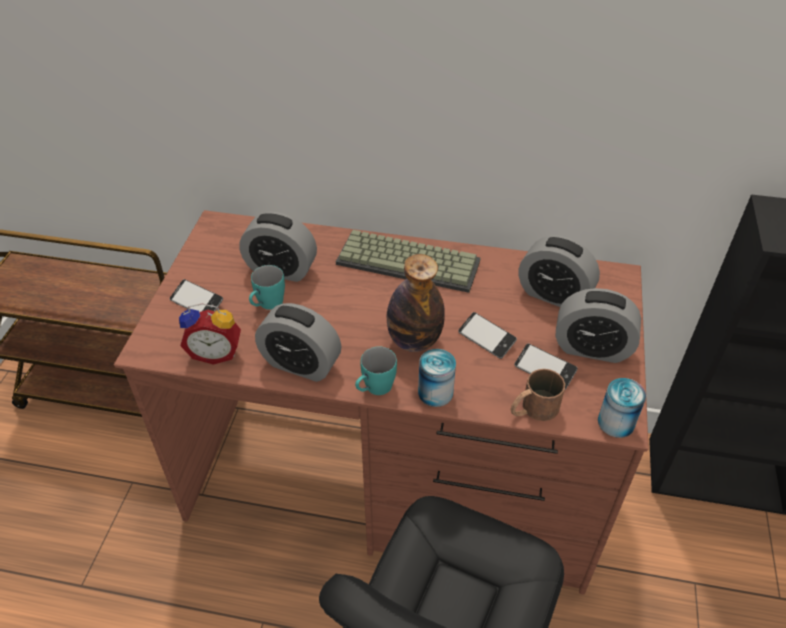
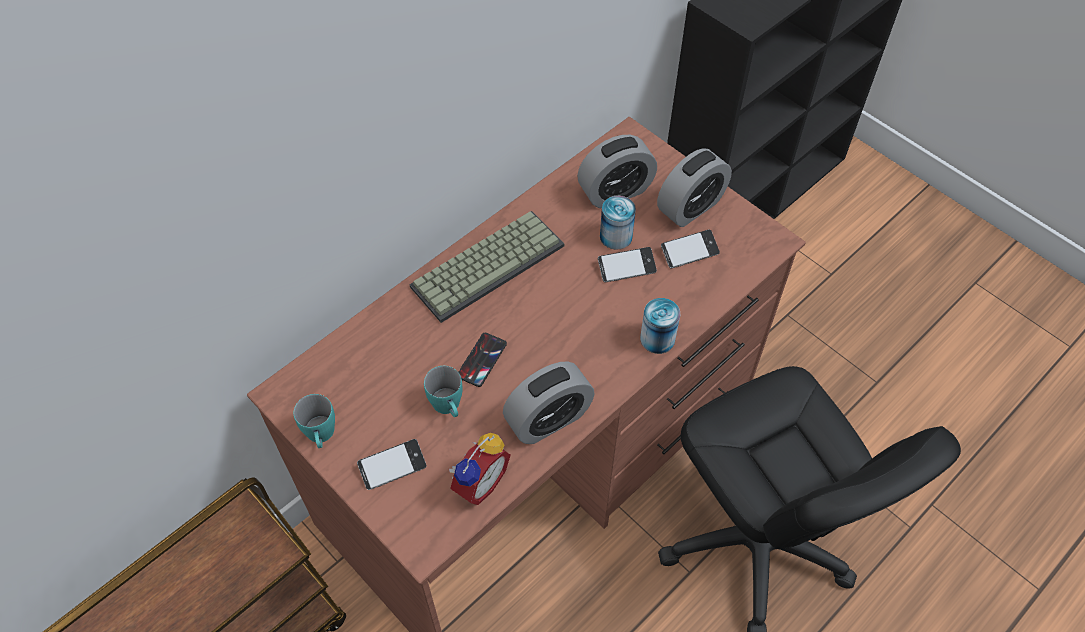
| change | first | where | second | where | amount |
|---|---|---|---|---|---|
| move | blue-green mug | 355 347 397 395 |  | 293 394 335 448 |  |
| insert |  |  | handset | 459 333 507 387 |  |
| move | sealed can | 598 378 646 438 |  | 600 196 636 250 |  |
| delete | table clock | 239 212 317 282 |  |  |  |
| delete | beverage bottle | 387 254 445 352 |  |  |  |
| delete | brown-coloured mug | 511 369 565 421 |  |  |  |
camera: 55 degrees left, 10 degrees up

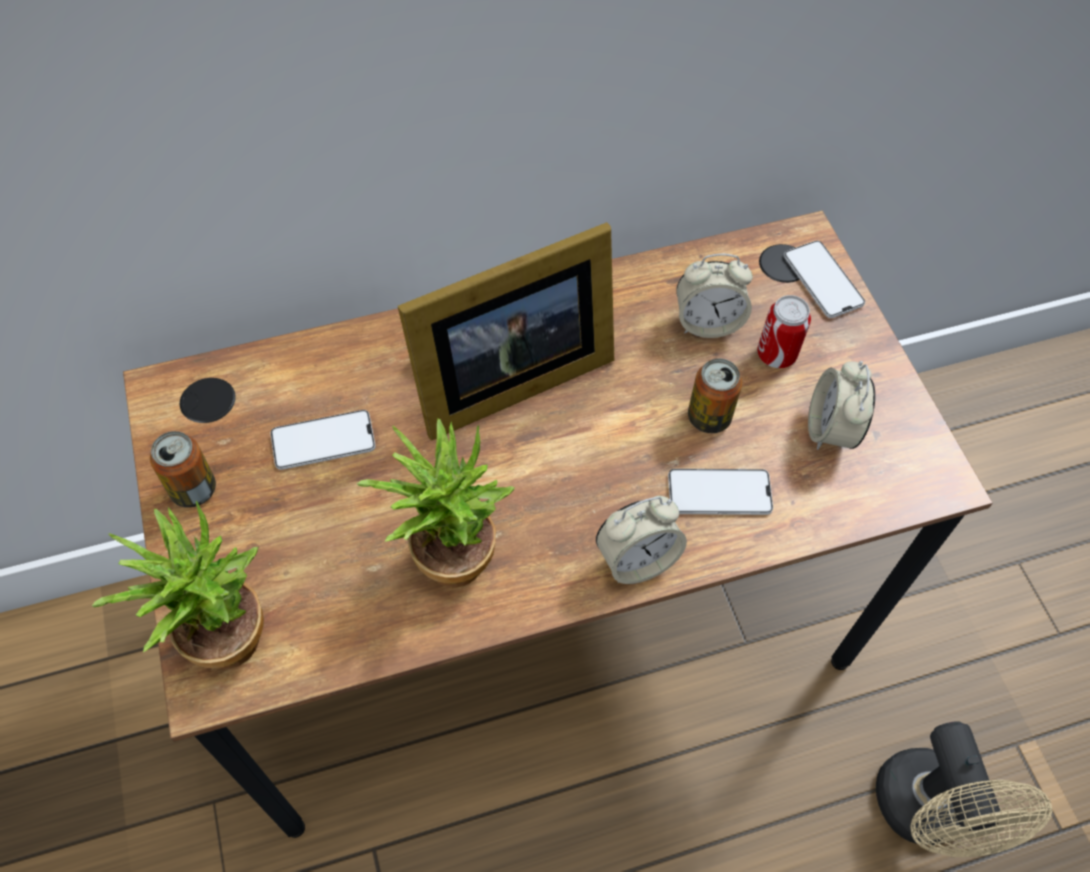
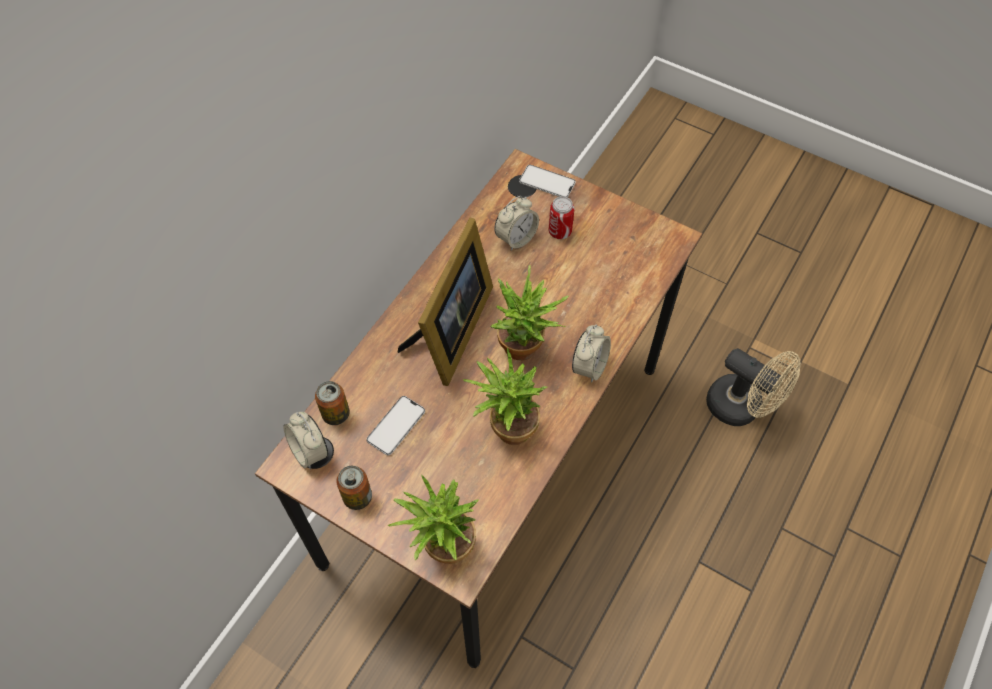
| change | first | where | second | where | amount |
|---|---|---|---|---|---|
| move | table clock | 808 361 875 450 |  | 284 412 328 469 |  |
| move | sealed can | 688 358 742 433 |  | 315 381 350 425 |  |
| insert |  |  | houseplant | 491 265 569 360 |  |
| delete | handset | 668 469 773 515 |  |  |  |
camera: 40 degrees left, 0 degrees up

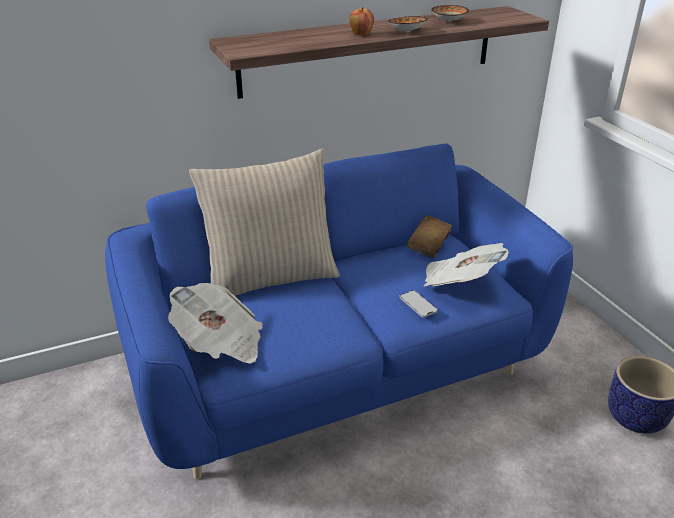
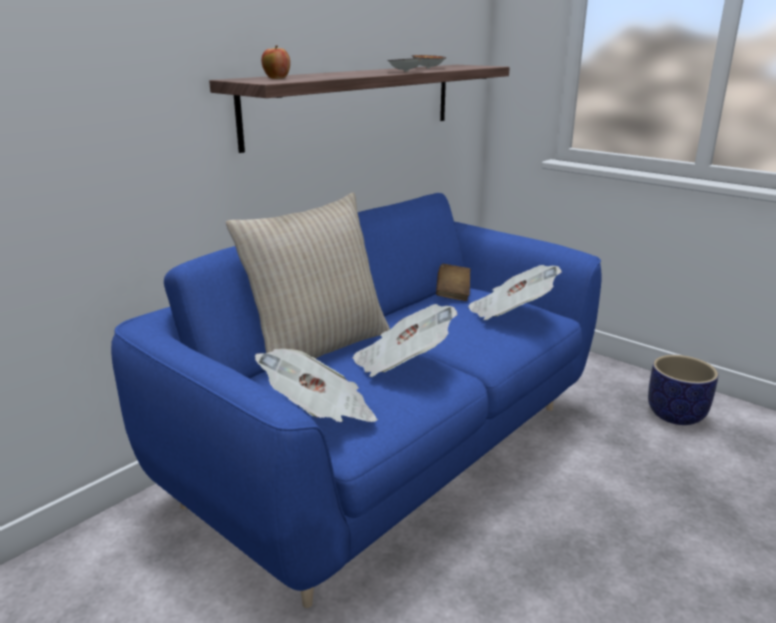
| change | first | where | second | where | amount |
|---|---|---|---|---|---|
| move | whole apple | 349 7 374 36 |  | 261 45 290 79 |  |
| insert |  |  | newspaper | 353 304 458 377 |  |
| delete | handset | 399 290 438 318 |  |  |  |
camera: 25 degrees left, 10 degrees down

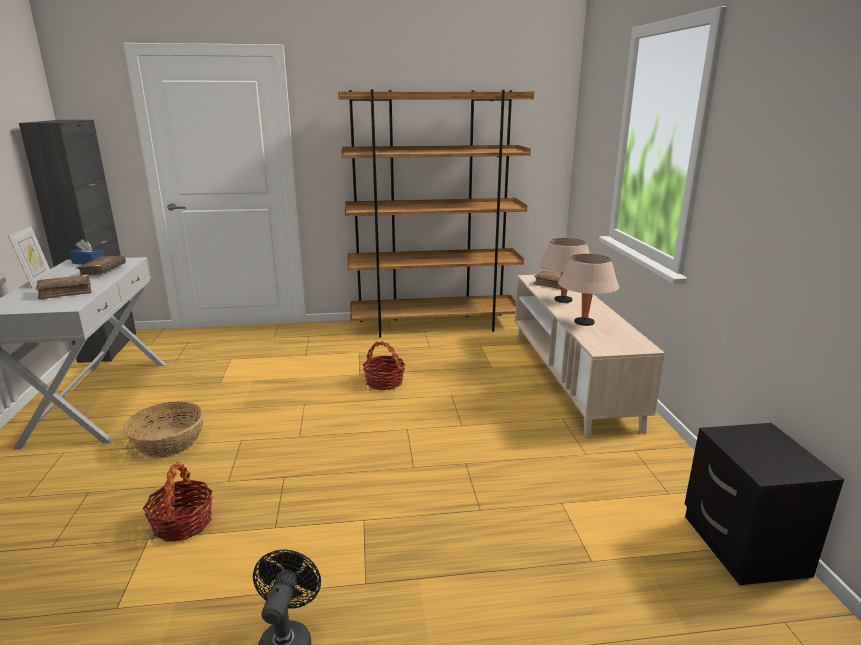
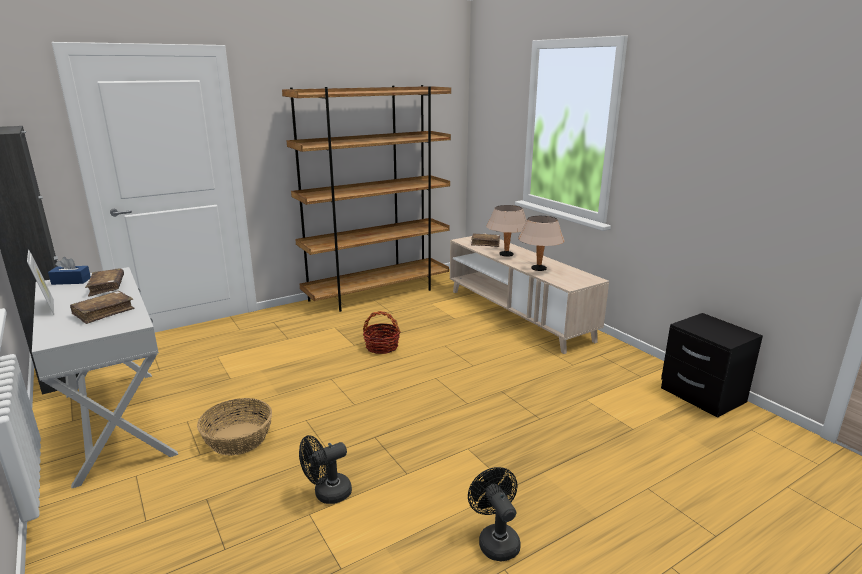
| change | first | where | second | where | amount |
|---|---|---|---|---|---|
| replace | storage basket | 143 462 213 542 | black cooling fan | 299 435 352 504 |  |
camera: 25 degrees left, 0 degrees up

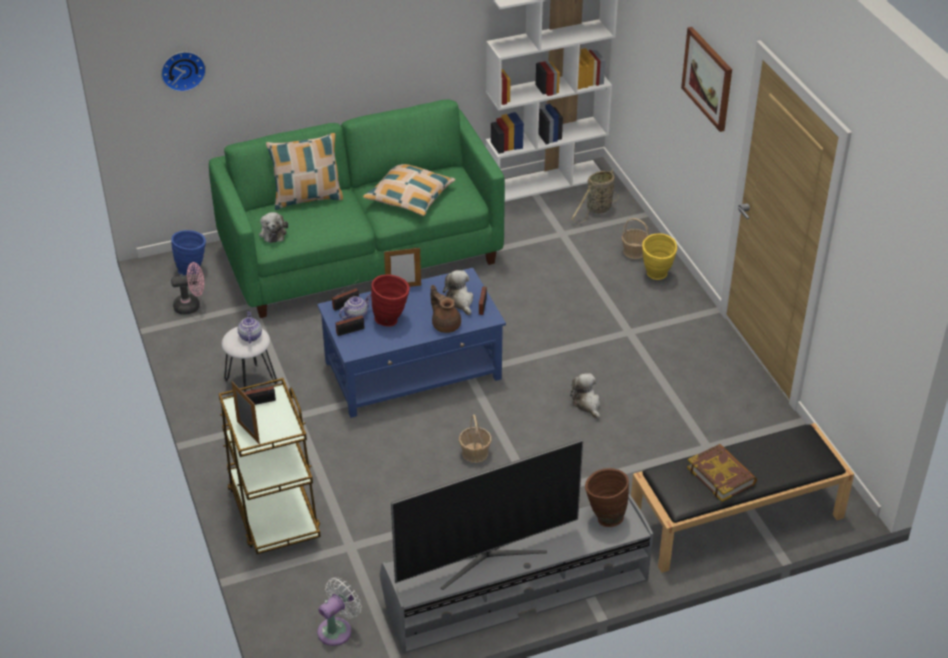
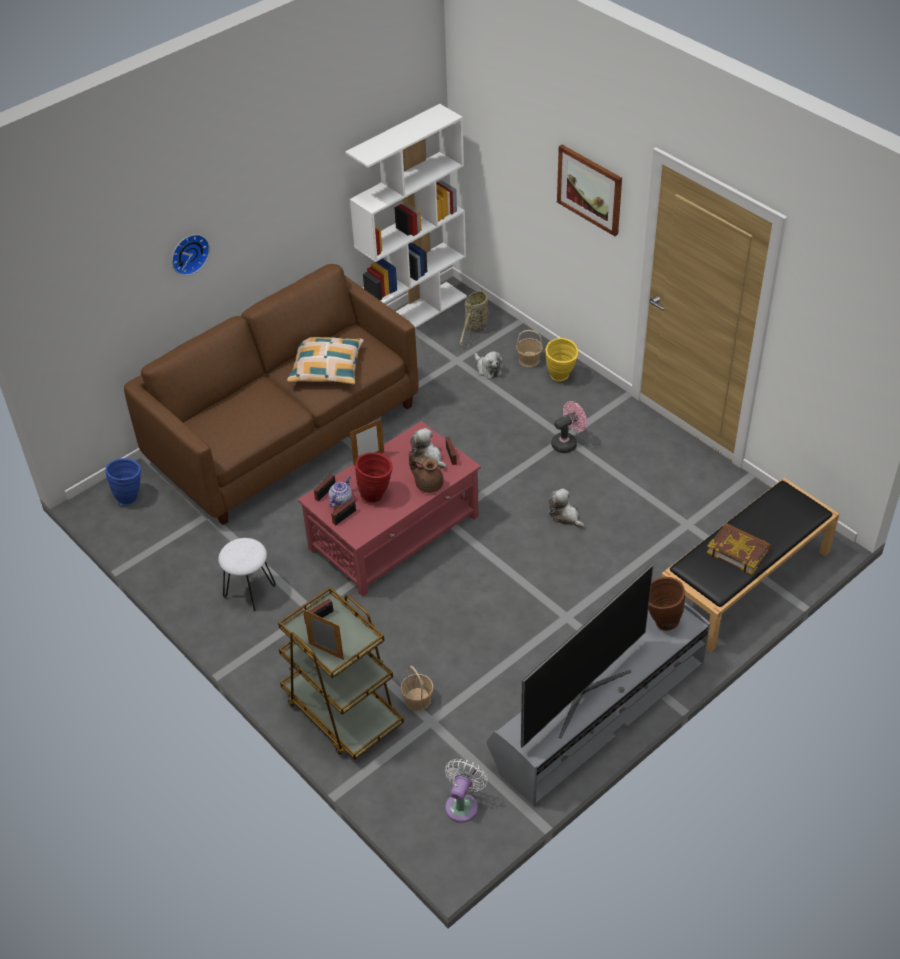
| change | first | where | second | where | amount |
|---|---|---|---|---|---|
| recolor | green sofa | 209 99 505 318 | brown-coloured sofa | 124 264 419 525 |  |
| move | clock on the wall | 161 52 206 92 |  | 172 234 210 276 |  |
| recolor | blue-coloured lounge table | 317 268 506 418 | red lounge table | 298 421 481 597 |  |
| move | storage basket | 459 414 492 463 |  | 400 665 434 711 |  |
| move | plush toy | 259 212 288 243 |  | 475 351 503 379 |  |
| move | pink cooling fan | 171 262 204 315 |  | 551 401 587 453 |  |
| delete | pot for tea | 238 311 262 343 |  |  |  |
| delete | cushion | 266 133 343 210 |  |  |  |
camera: 20 degrees left, 5 degrees up

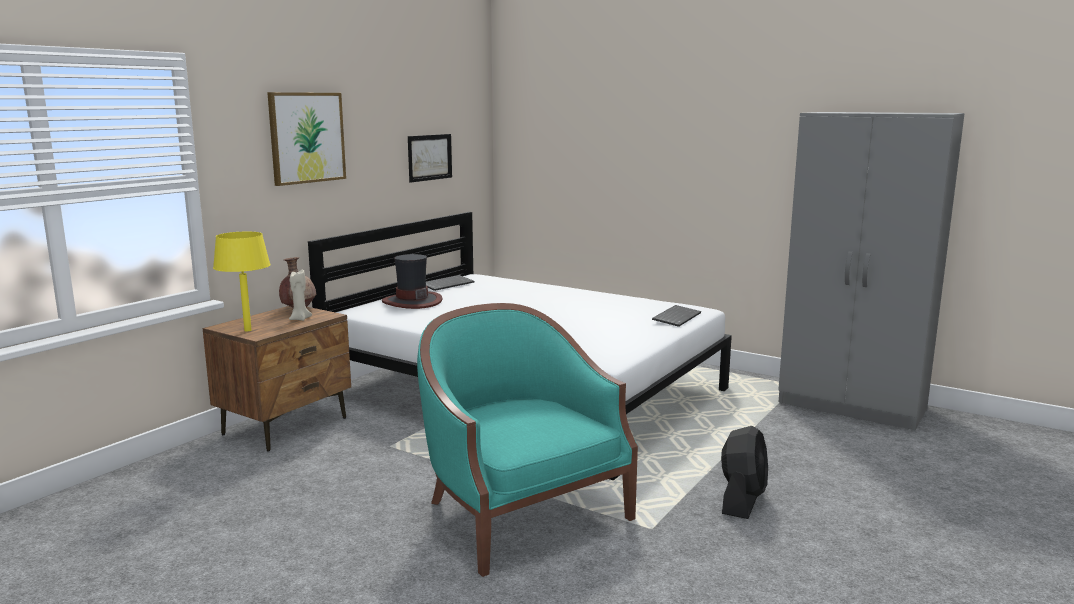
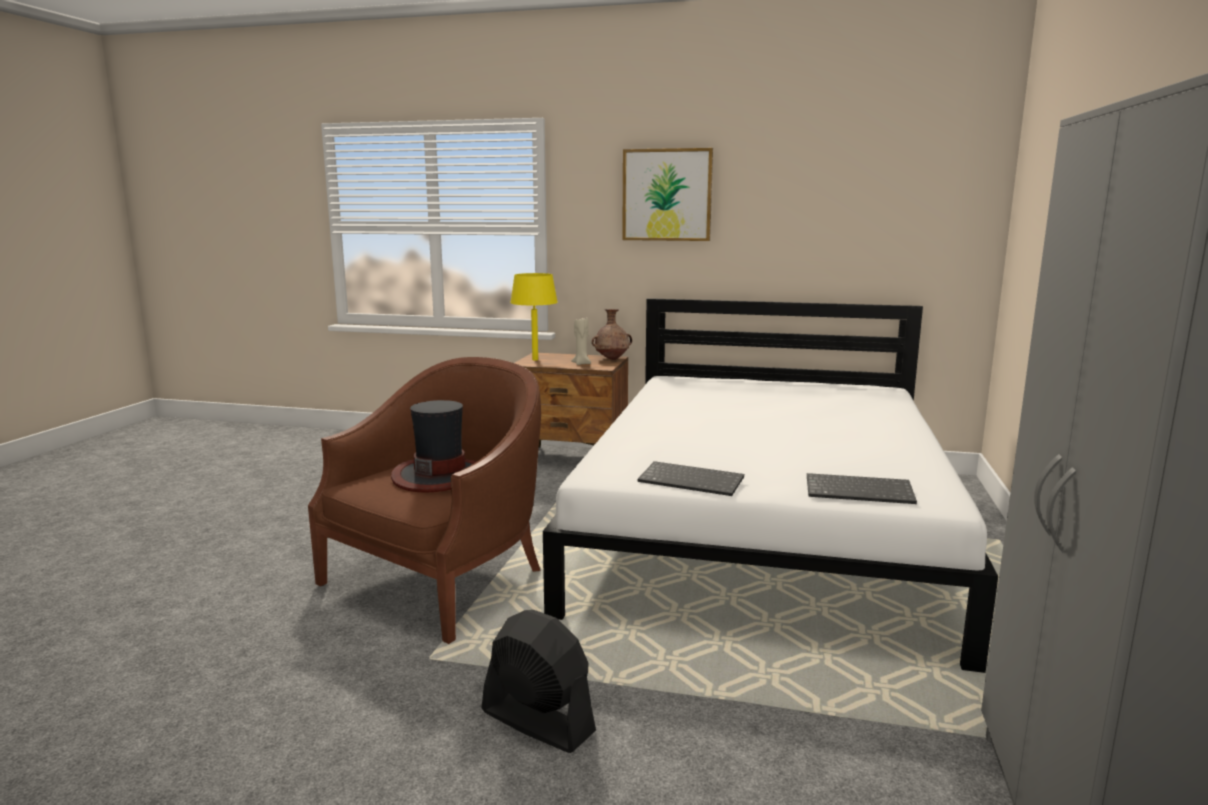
| change | first | where | second | where | amount |
|---|---|---|---|---|---|
| recolor | blue-green armchair | 417 303 638 577 | brown-coloured armchair | 308 357 541 644 |  |
| move | hat | 382 254 443 309 |  | 391 400 477 493 |  |
| rotate | black cooling fan | 721 426 768 519 |  | 482 610 596 753 | 150 degrees counterclockwise |
| move | computer keyboard | 426 275 475 291 |  | 638 461 744 496 |  |
| delete | wall art | 408 134 452 183 |  |  |  |
camera: 70 degrees right, 0 degrees up

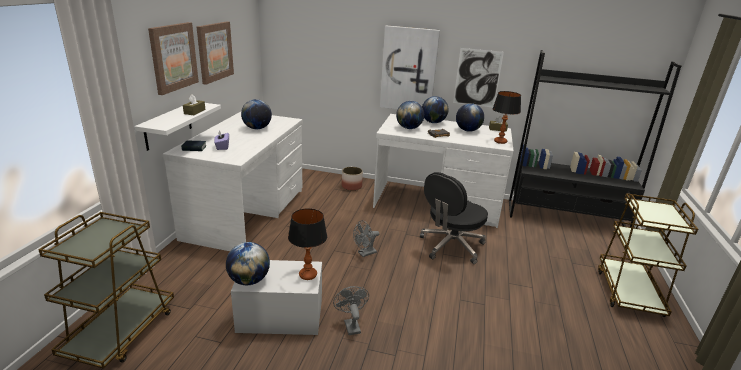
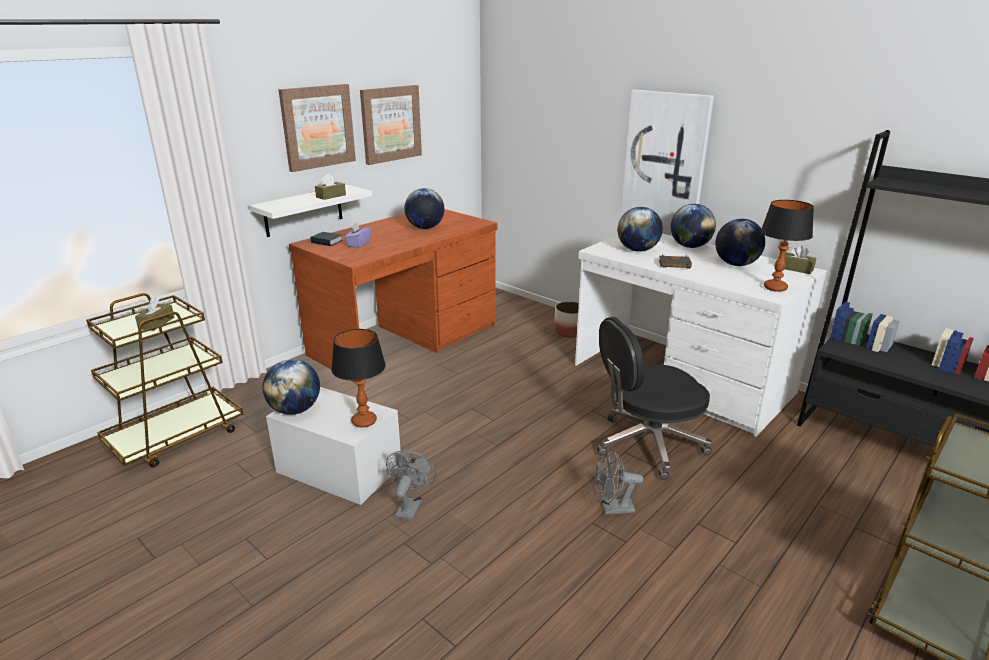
| change | first | where | second | where | amount |
|---|---|---|---|---|---|
| insert |  |  | brown-coloured tissue box | 135 297 175 331 |  |
| recolor | white-coloured desk | 163 112 303 251 | brown-coloured desk | 289 209 498 388 |  |
| move | grey cooling fan | 353 220 379 257 |  | 595 449 643 514 |  |
| delete | wall art | 453 48 504 108 |  |  |  |
camera: 30 degrees right, 0 degrees up

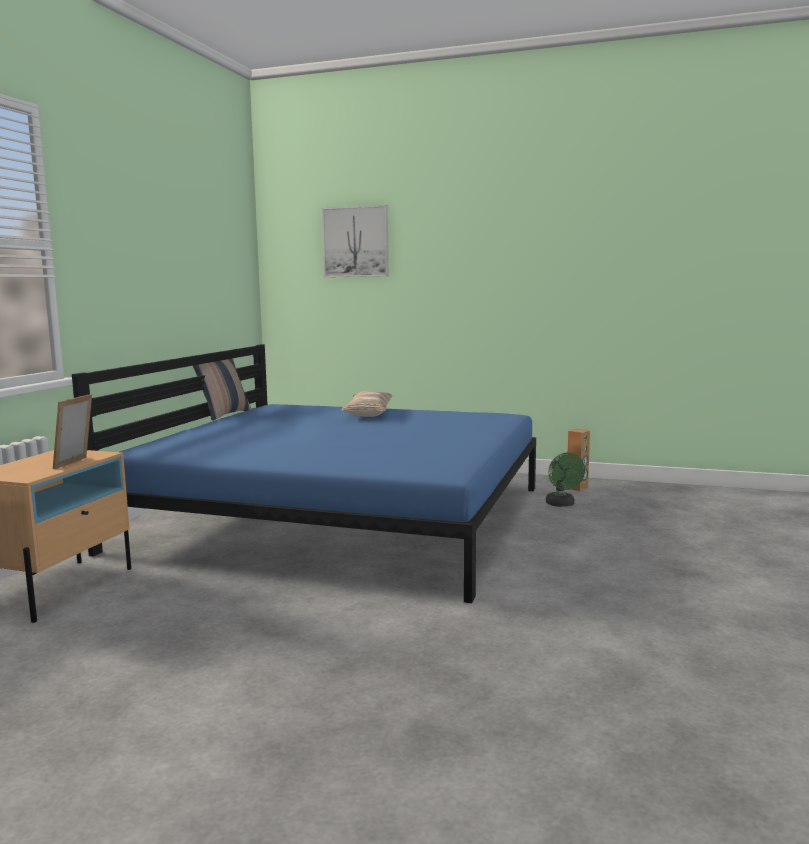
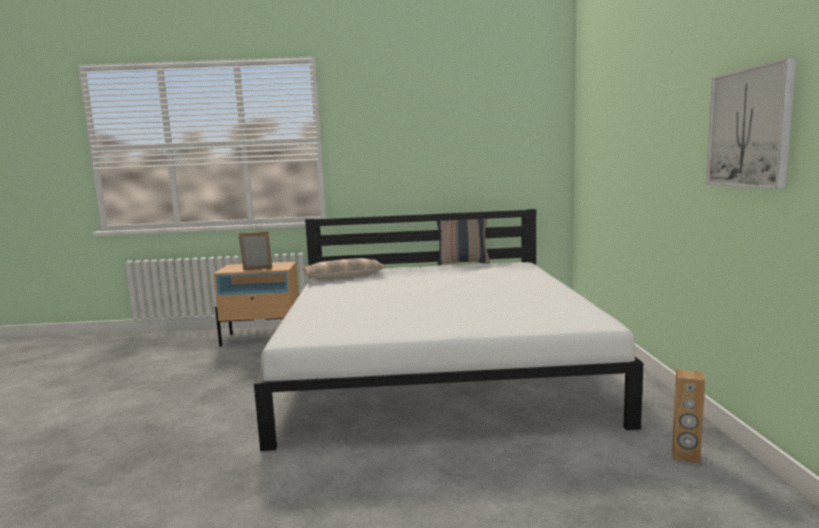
| change | first | where | second | where | amount |
|---|---|---|---|---|---|
| recolor | blue-coloured sleeping bed | 72 344 536 603 | white-coloured sleeping bed | 254 209 643 451 |  |
| move | cushion | 342 391 392 417 |  | 301 258 387 279 |  |
| move | wall art | 322 205 389 277 |  | 706 57 797 189 |  |
| delete | green cooling fan | 546 453 585 507 |  |  |  |
camera: 70 degrees right, 0 degrees up

